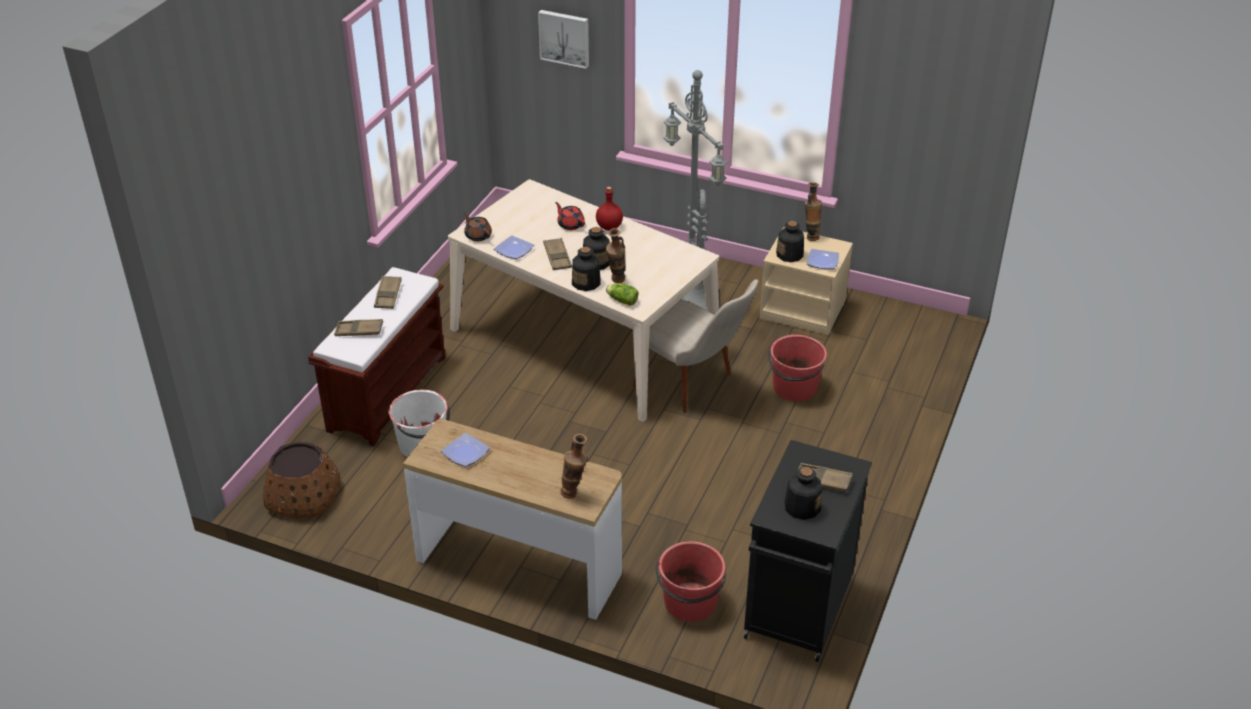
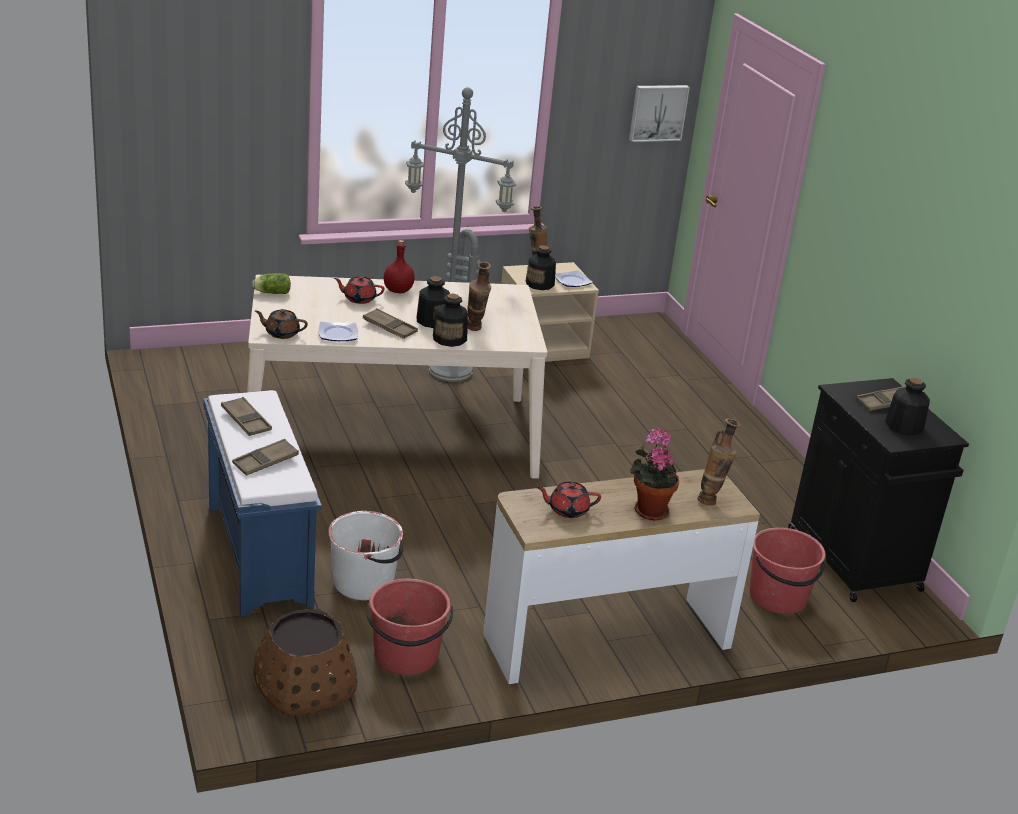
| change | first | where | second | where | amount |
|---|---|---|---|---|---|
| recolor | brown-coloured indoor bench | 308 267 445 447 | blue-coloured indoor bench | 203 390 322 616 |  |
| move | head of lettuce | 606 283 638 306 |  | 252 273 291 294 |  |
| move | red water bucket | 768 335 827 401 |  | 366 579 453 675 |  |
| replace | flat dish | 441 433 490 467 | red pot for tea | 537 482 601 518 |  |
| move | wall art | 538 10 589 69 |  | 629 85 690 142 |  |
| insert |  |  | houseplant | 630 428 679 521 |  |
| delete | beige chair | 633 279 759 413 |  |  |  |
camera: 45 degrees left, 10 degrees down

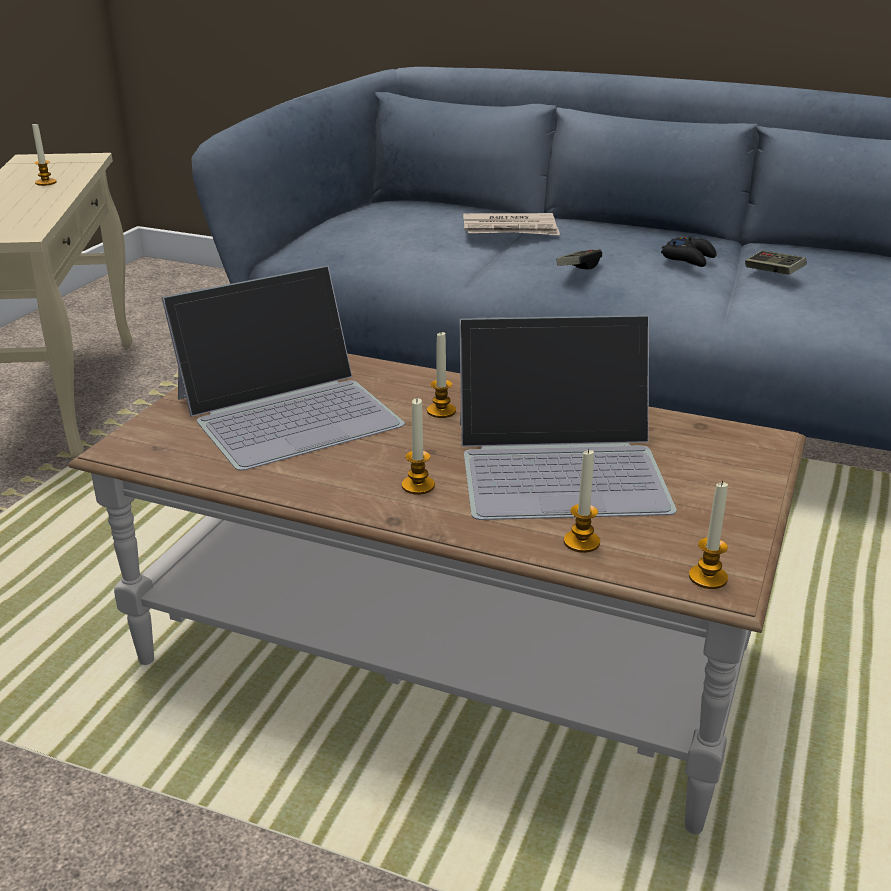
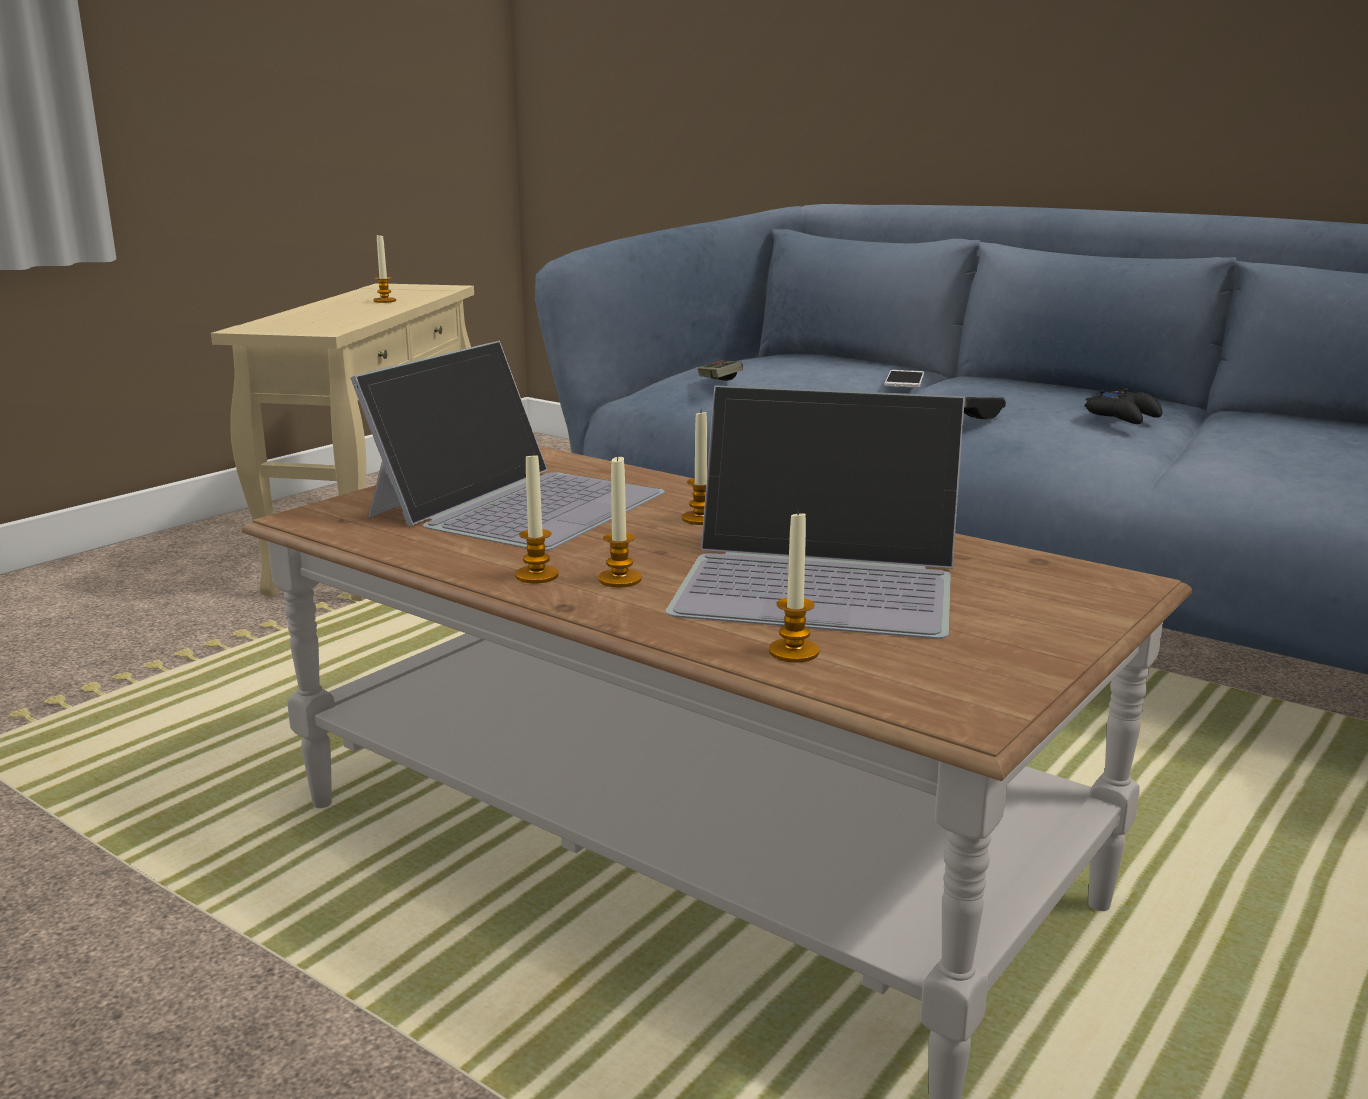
| change | first | where | second | where | amount |
|---|---|---|---|---|---|
| rotate | notebook computer | 161 266 405 471 |  | 350 341 665 551 | 45 degrees counterclockwise |
| move | wax candle | 689 481 728 589 |  | 515 451 559 583 |  |
| move | gamepad | 745 250 807 275 |  | 698 361 743 381 |  |
| replace | newspaper | 463 213 560 235 | handset | 884 370 924 388 |  |
camera: 15 degrees right, 10 degrees down

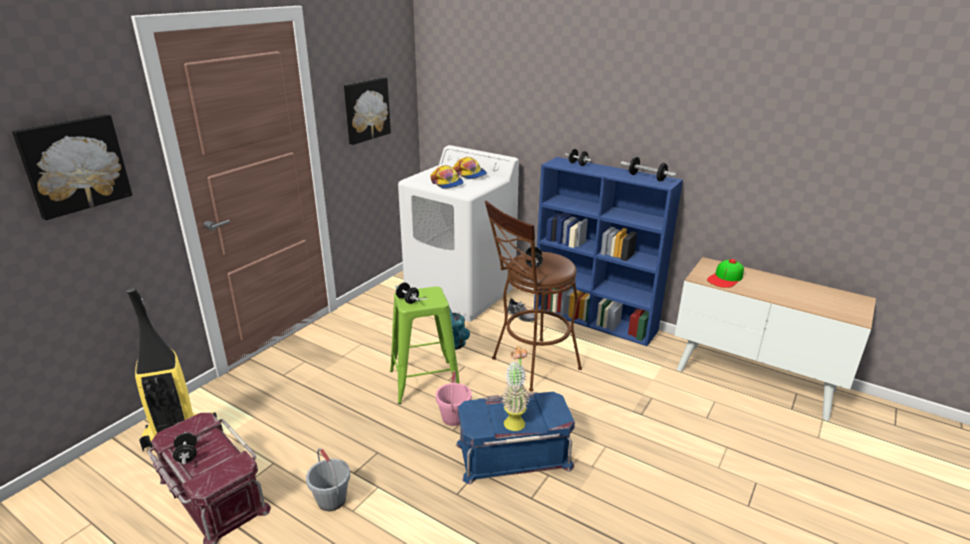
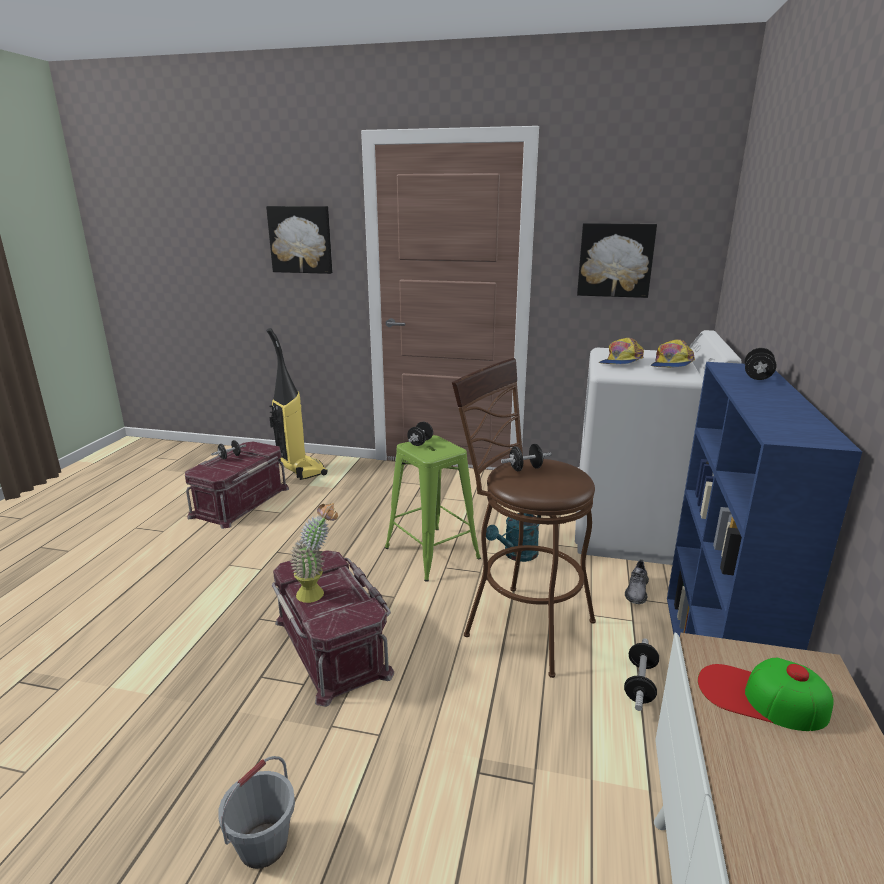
| change | first | where | second | where | amount |
|---|---|---|---|---|---|
| move | grey water bucket | 306 448 350 511 |  | 218 756 295 869 |  |
| recolor | blue-coloured storage container | 456 392 575 484 | red storage container | 272 550 394 707 |  |
| move | hand weight | 621 157 677 181 |  | 624 638 659 711 |  |
| delete | pink water bucket | 436 371 472 426 |  |  |  |
camera: 70 degrees right, 5 degrees down

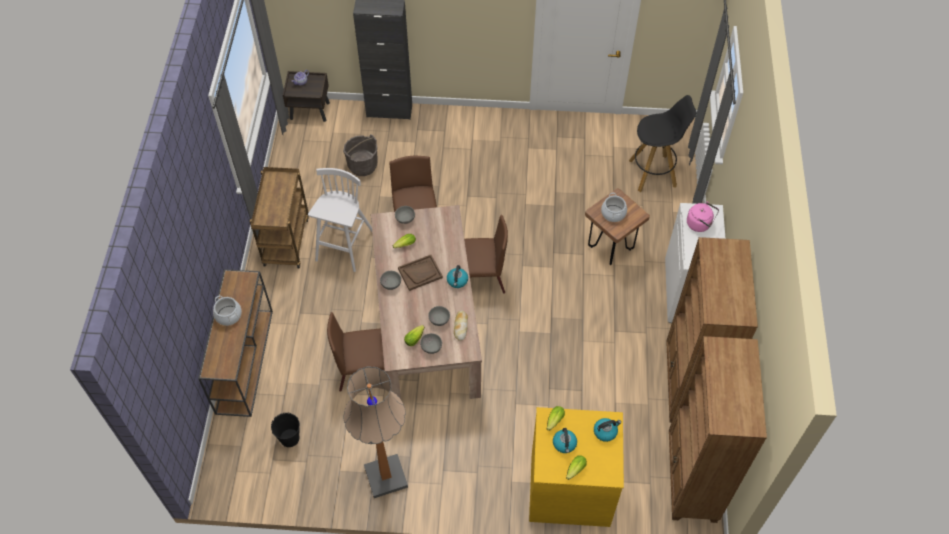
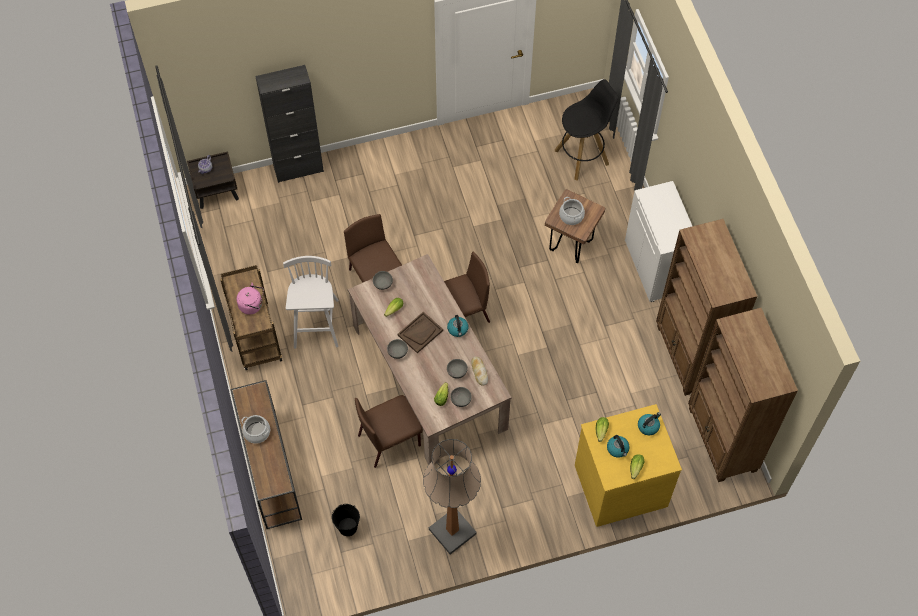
| change | first | where | second | where | amount |
|---|---|---|---|---|---|
| move | pink water kettle | 687 201 719 232 |  | 236 283 264 315 |  |
| delete | grey water bucket | 343 134 378 176 |  |  |  |
camera: 20 degrees left, 5 degrees up

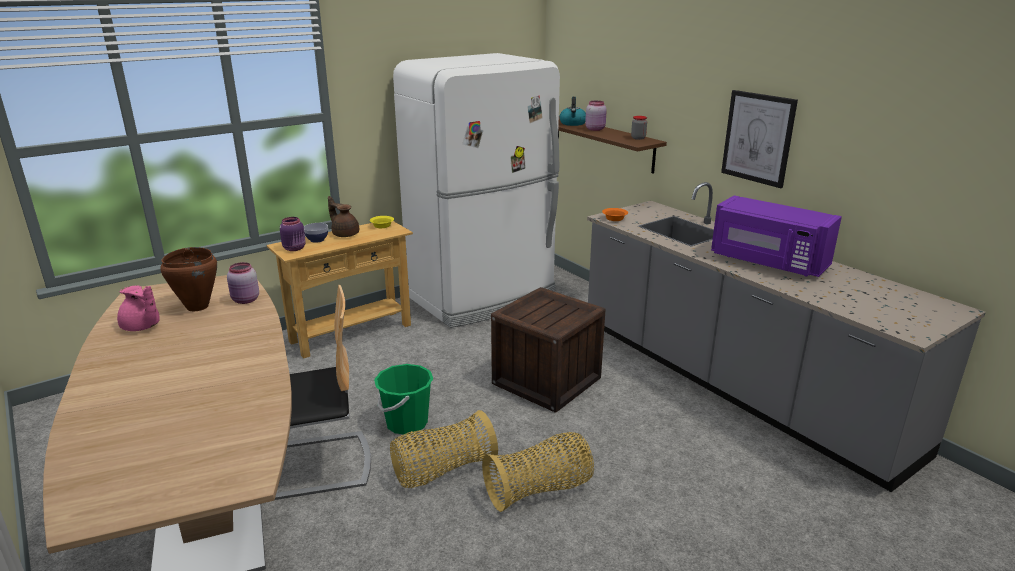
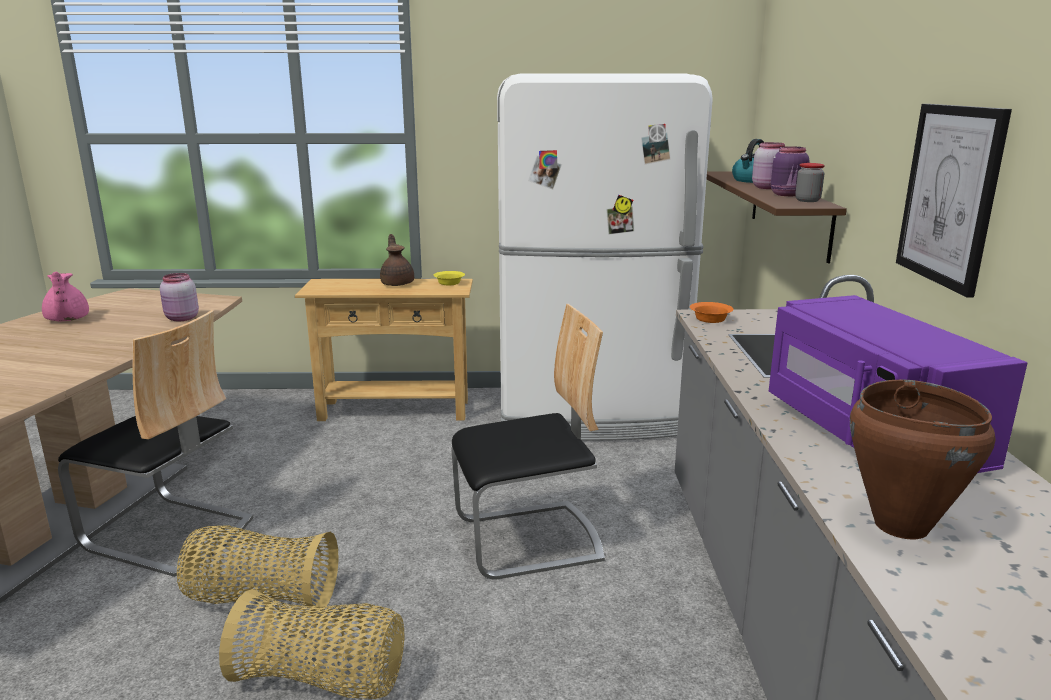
| change | first | where | second | where | amount |
|---|---|---|---|---|---|
| replace | packing crate | 491 287 606 412 | chair | 452 304 605 580 |  |
| move | purple-coloured preserve jar | 280 217 306 251 |  | 771 146 809 196 |  |
| move | brown-coloured cooking pot | 160 247 217 311 |  | 850 379 995 539 |  |
| delete | serving bowl | 304 223 328 243 |  |  |  |
| delete | green water bucket | 374 364 433 435 |  |  |  |
camera: 35 degrees right, 5 degrees down

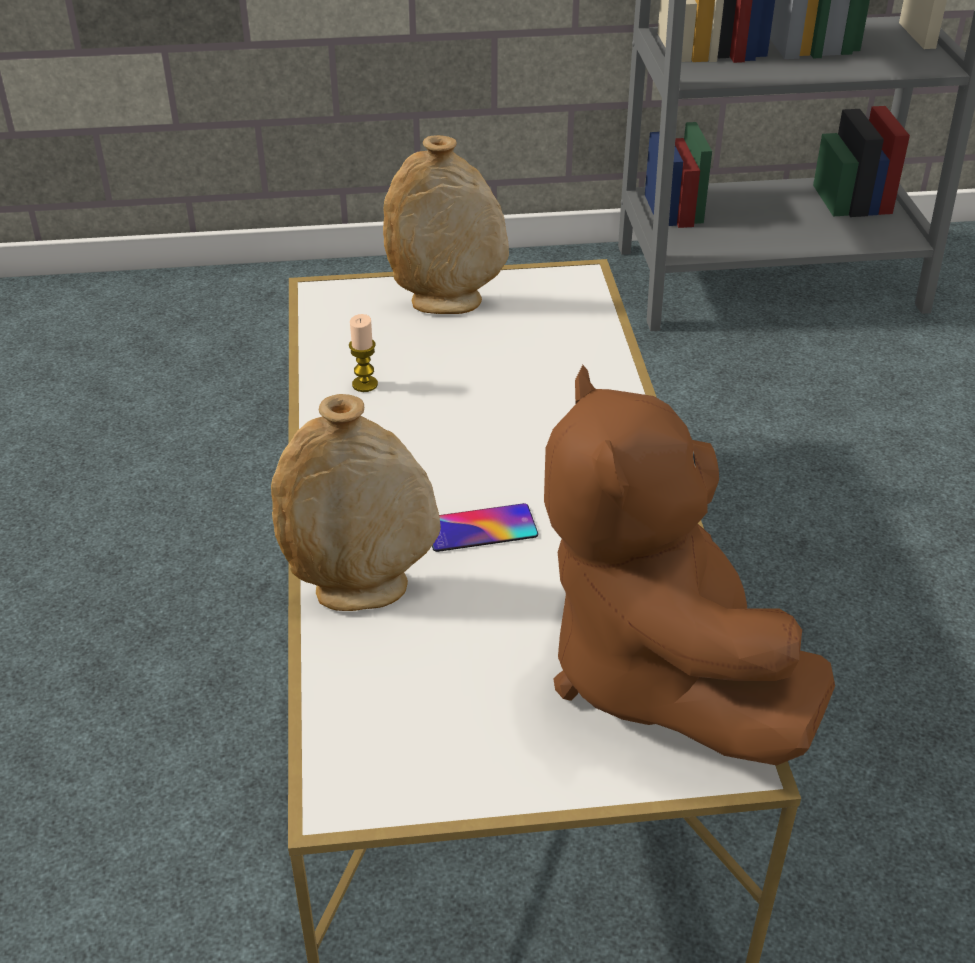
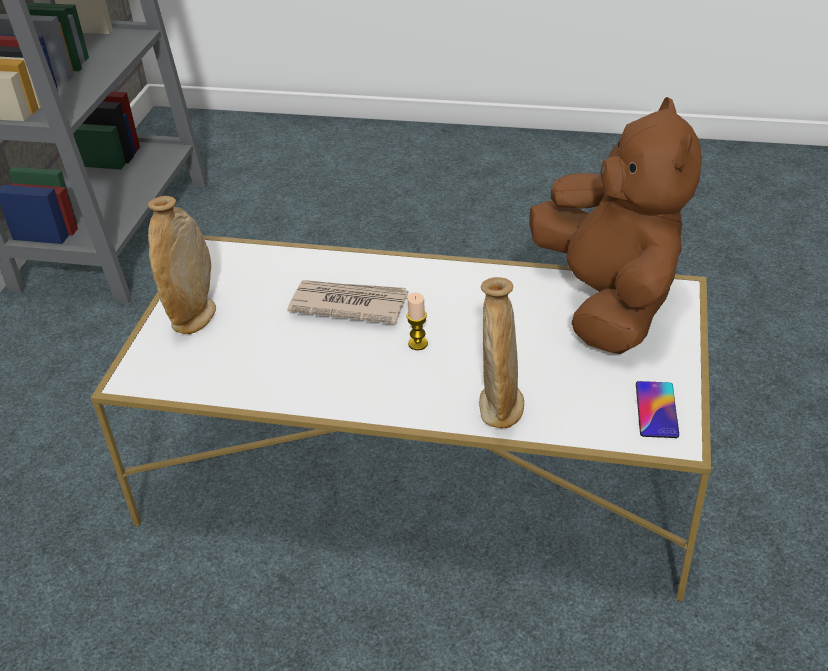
| change | first | where | second | where | amount |
|---|---|---|---|---|---|
| insert |  |  | newspaper | 287 280 408 324 |  |
| move | wax candle | 349 314 378 392 |  | 406 293 428 350 |  |
| rotate | brown-coloured plush toy | 544 365 835 766 |  | 529 97 702 354 | 105 degrees counterclockwise |
| move | handset | 432 503 538 552 |  | 636 381 679 438 |  |
camera: 70 degrees left, 0 degrees up

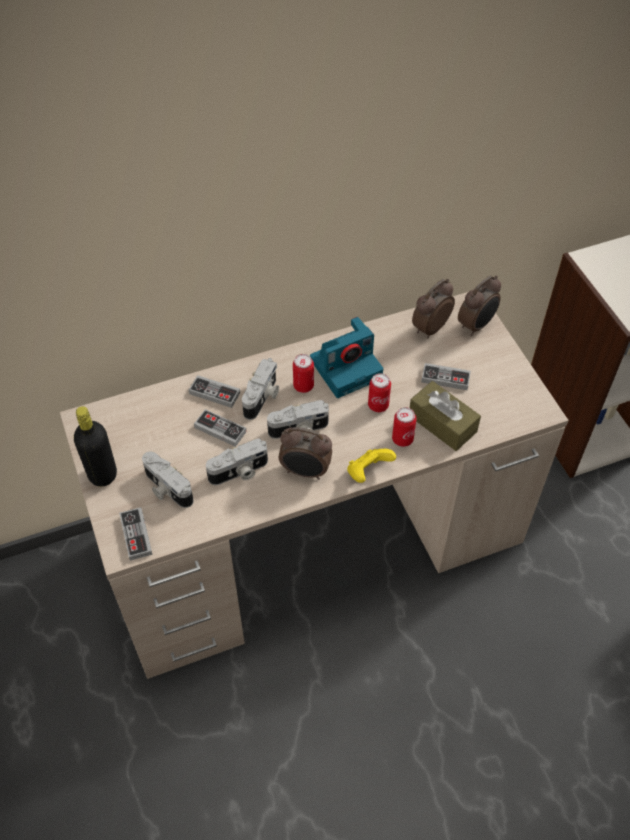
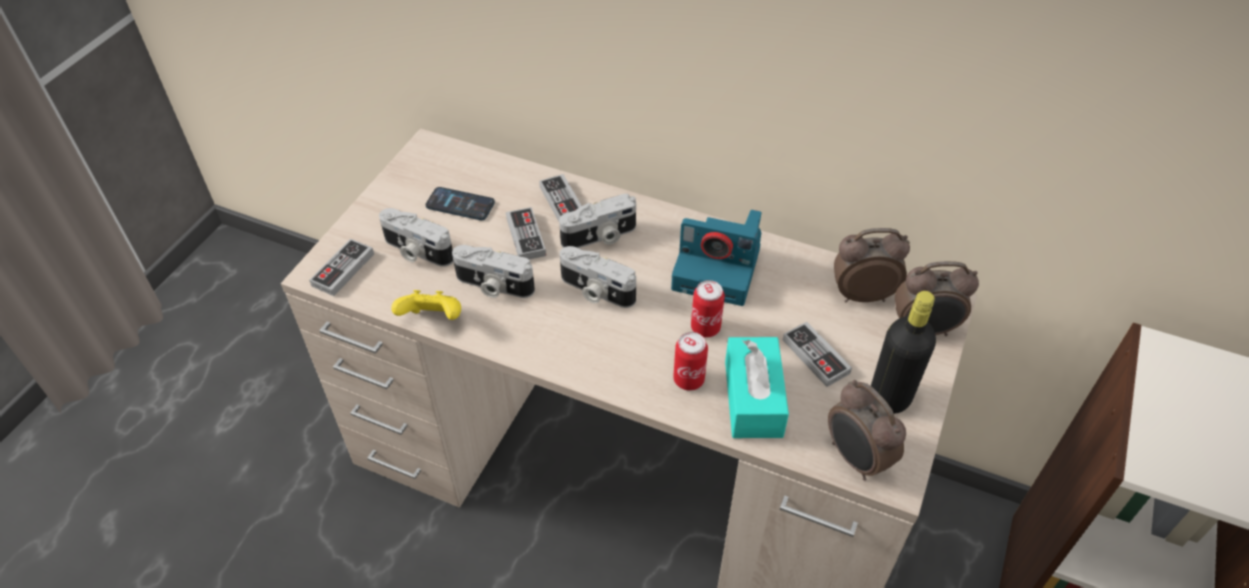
| change | first | where | second | where | amount |
|---|---|---|---|---|---|
| rotate | still camera | 142 452 194 508 |  | 379 208 454 267 | 60 degrees counterclockwise |
| move | yellow gamepad | 347 449 396 483 |  | 391 290 461 320 |  |
| insert |  |  | handset | 426 187 495 220 |  |
| recolor | brown-coloured tissue box | 410 381 481 451 | blue-green tissue box | 725 337 789 438 |  |
| move | table clock | 279 427 332 480 |  | 828 380 906 480 |  |
| move | black beverage bottle | 74 406 117 487 |  | 871 291 936 414 |  |
| delete | sealed can | 293 354 314 393 |  |  |  |
camera: 45 degrees right, 5 degrees down

